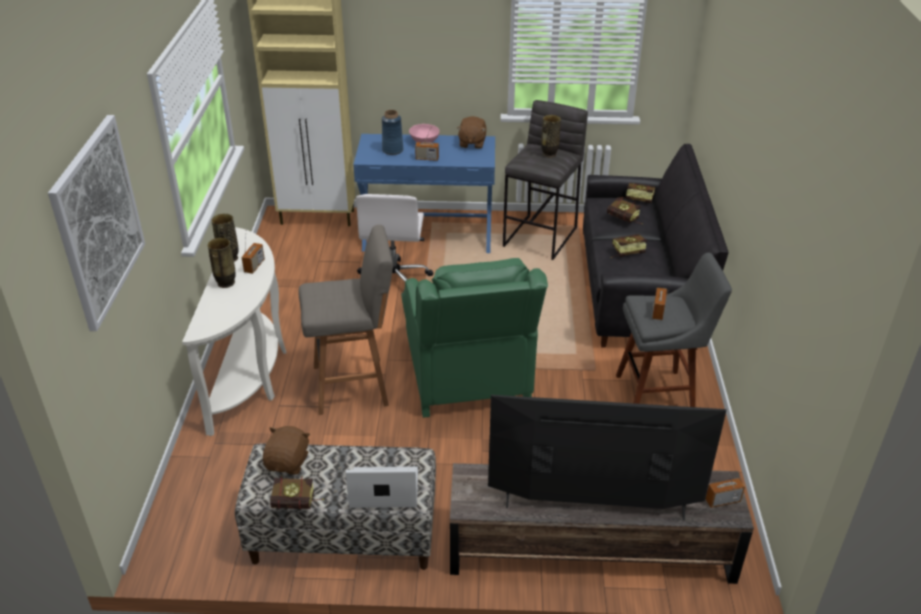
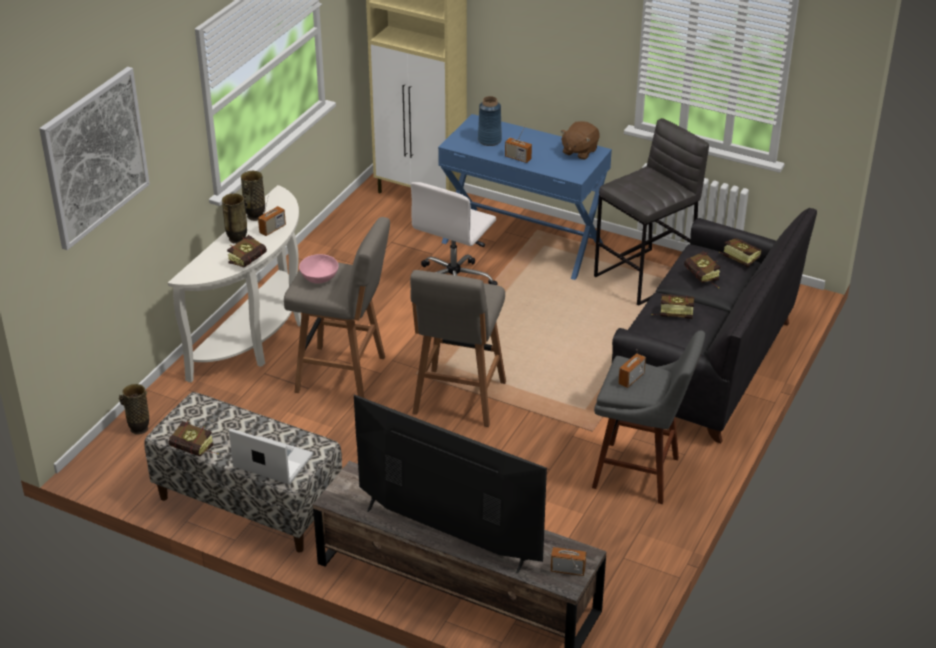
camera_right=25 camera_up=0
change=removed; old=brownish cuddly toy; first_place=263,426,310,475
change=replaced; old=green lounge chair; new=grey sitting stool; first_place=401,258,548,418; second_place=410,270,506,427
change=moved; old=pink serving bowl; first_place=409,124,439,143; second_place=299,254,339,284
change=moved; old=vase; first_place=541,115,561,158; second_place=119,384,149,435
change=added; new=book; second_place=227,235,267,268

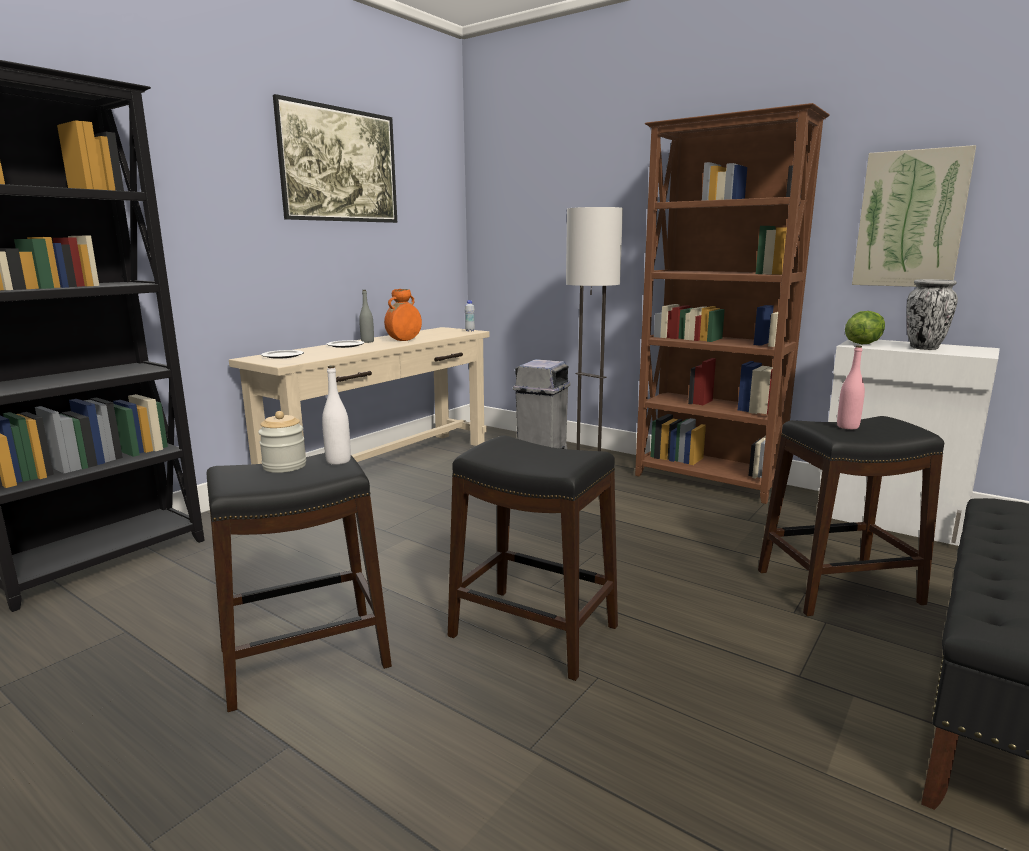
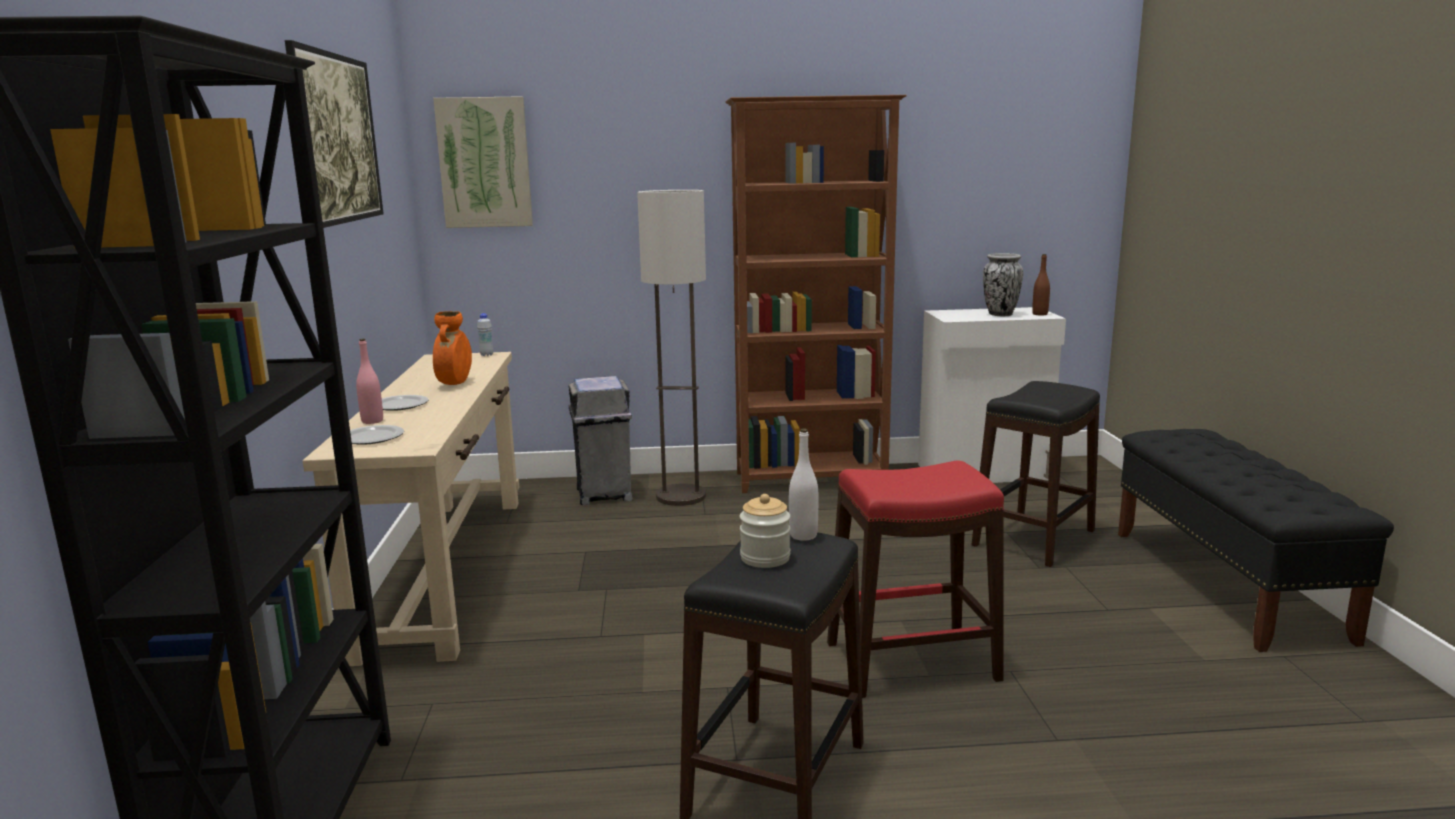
camera_right=-40 camera_up=0
change=removed; old=grey bottle; first_place=359,290,374,343
change=recoloured; old=black sitting stool; new=red-coloured sitting stool; first_place=448,436,618,681; second_place=827,460,1004,698
change=moved; old=pink bottle; first_place=837,345,865,429; second_place=356,339,383,424
change=removed; old=lettuce; first_place=845,311,885,344
change=moved; old=wall art; first_place=852,145,976,287; second_place=433,96,533,228
change=added; new=brownish bottle; second_place=1032,254,1050,315

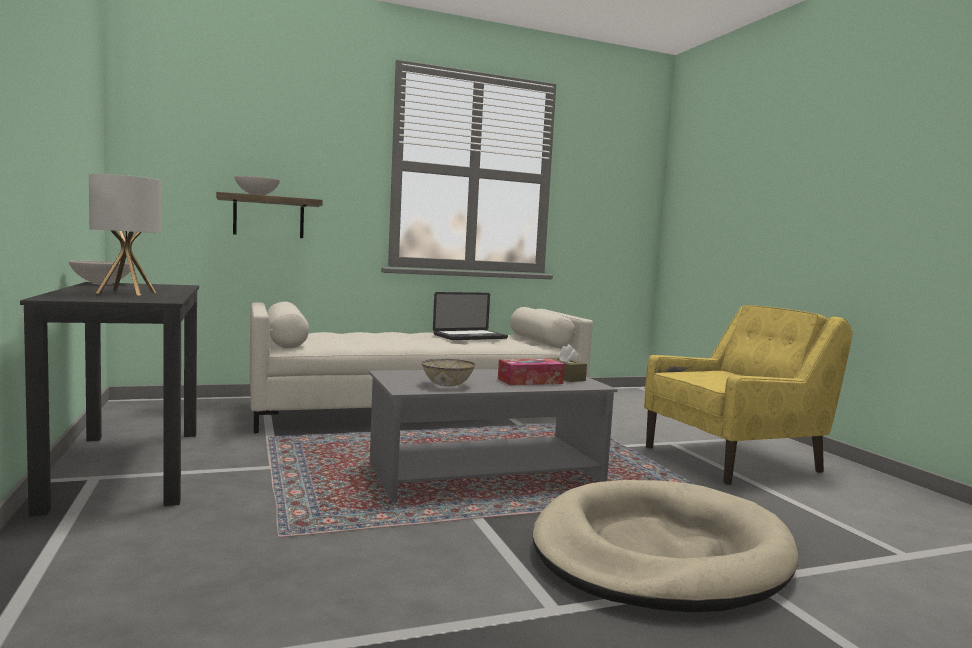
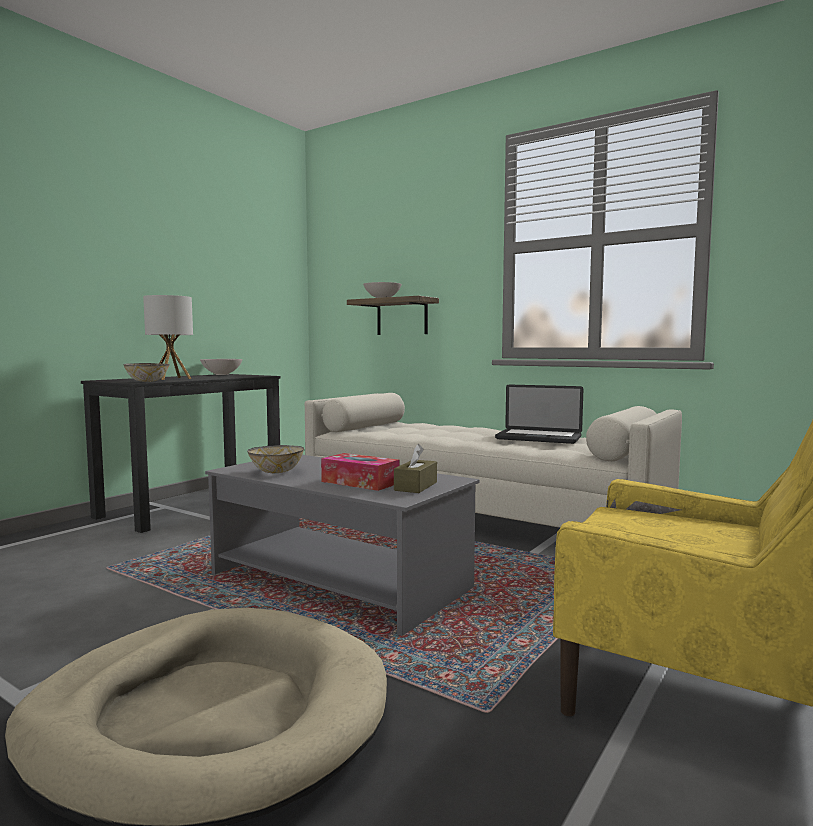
camera_right=55 camera_up=0
change=added; new=serving bowl; second_place=123,363,170,382

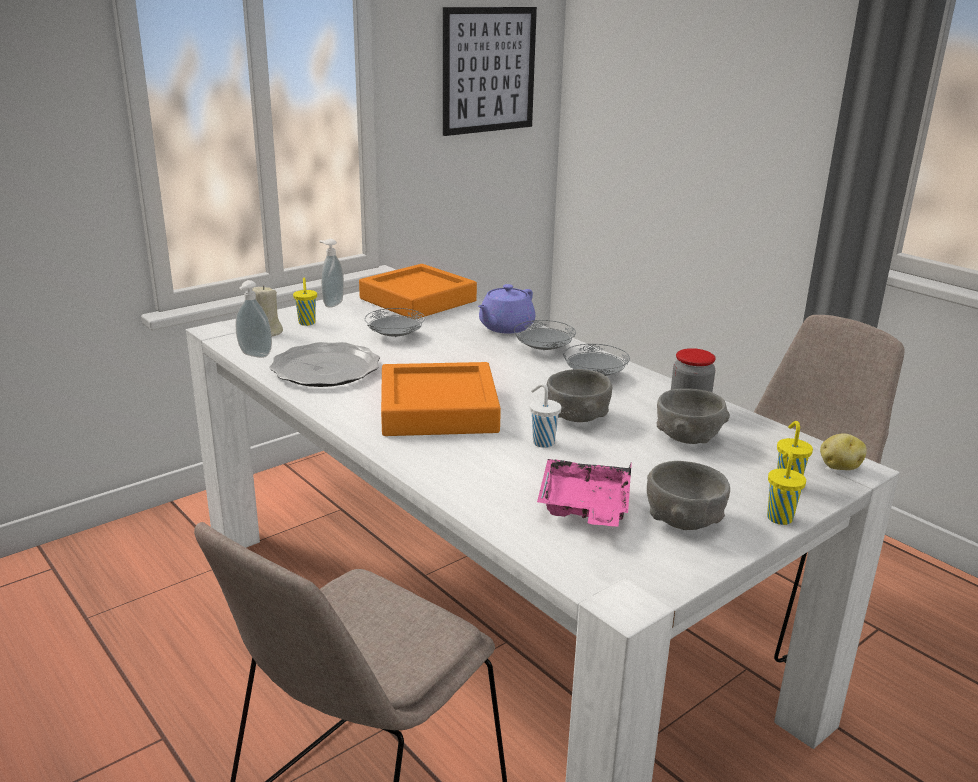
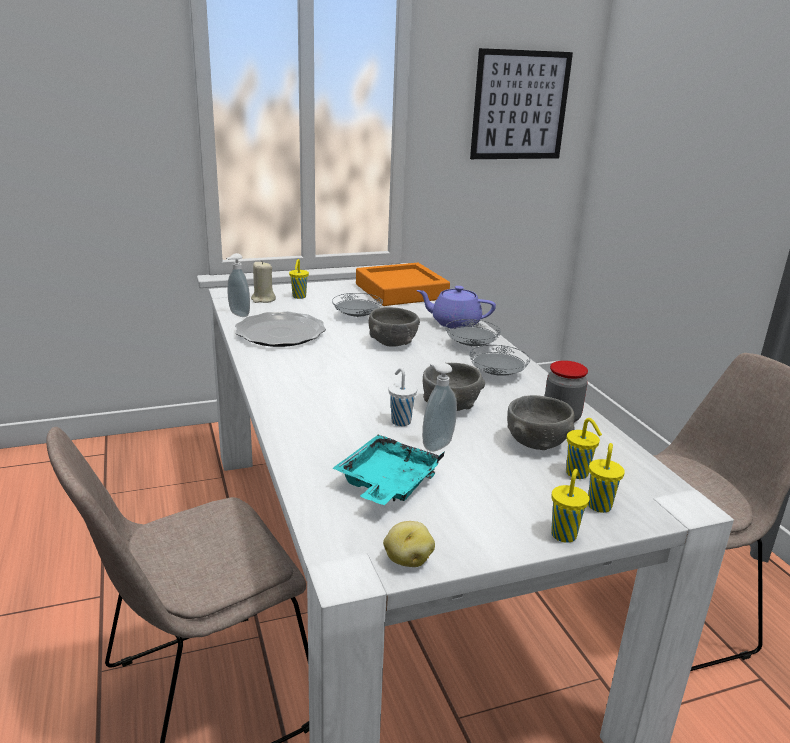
camera_right=20 camera_up=0
change=moved; old=soap dispenser; first_place=319,239,344,308; second_place=422,362,457,452
change=removed; old=orange carrying tray; first_place=381,362,501,436
change=turned; old=purplish tea pot; first_place=478,284,535,334; second_place=416,286,496,329; degrees=45
change=recoloured; old=pink carrying tray; new=turquoise-coloured carrying tray; first_place=537,459,632,526; second_place=332,434,444,505
change=moved; old=grey serving bowl; first_place=647,461,730,530; second_place=369,307,420,347
change=moved; old=whole potato; first_place=820,433,867,470; second_place=383,521,435,567
change=added; new=yellow cup; second_place=566,418,602,479

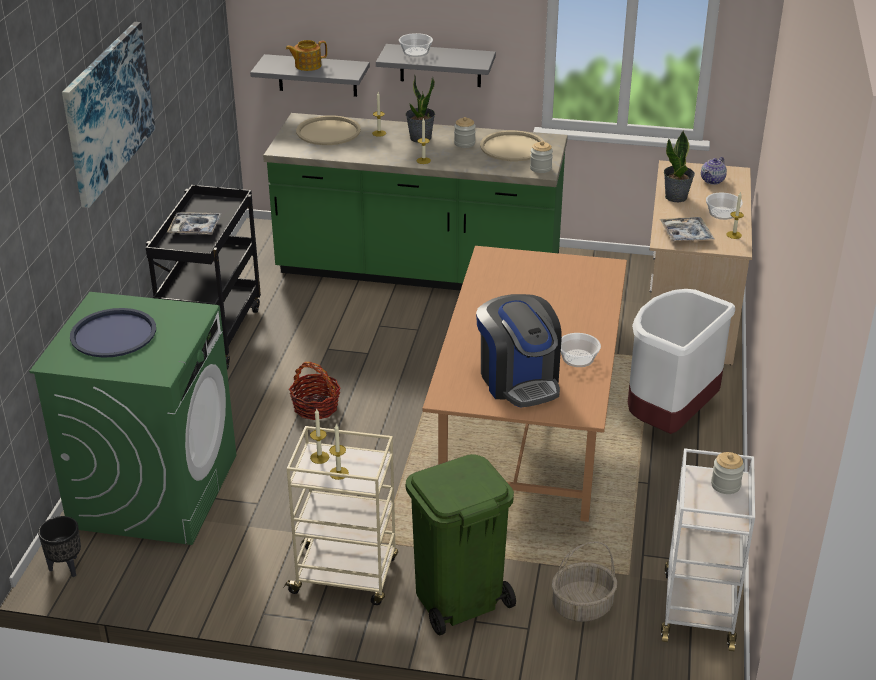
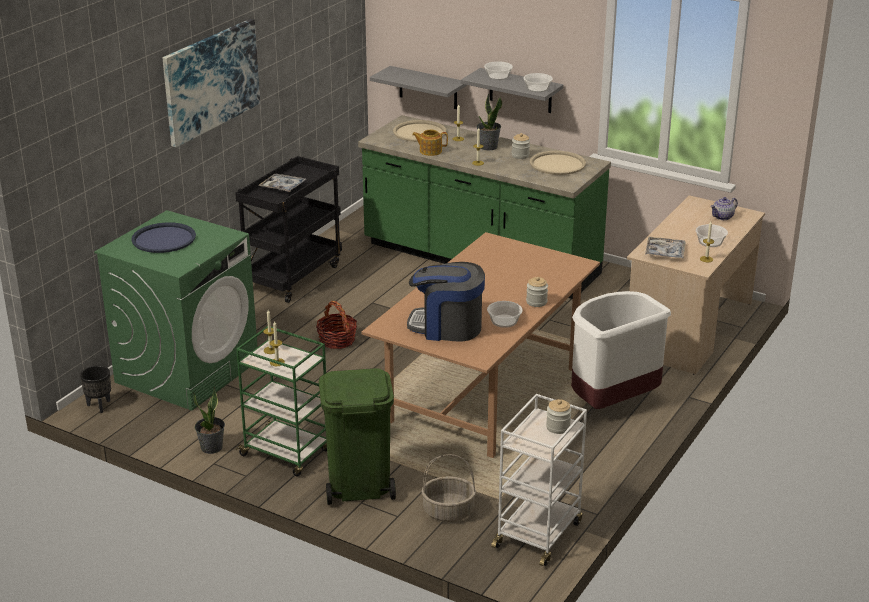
camera_right=20 camera_up=-5
change=recoloured; old=beige-coloured wheeled cart; new=green wheeled cart; first_place=284,426,398,605; second_place=236,326,327,477
change=moved; old=tea pot; first_place=286,40,327,71; second_place=412,130,448,156
change=turned; old=coffee brewer; first_place=476,294,562,408; second_place=407,262,485,341; degrees=105
change=moved; old=jar; first_place=530,141,553,173; second_place=526,277,548,307
change=moved; old=plant in a pot; first_place=664,130,695,202; second_place=193,386,225,454
change=added; new=serving bowl; second_place=523,73,553,92

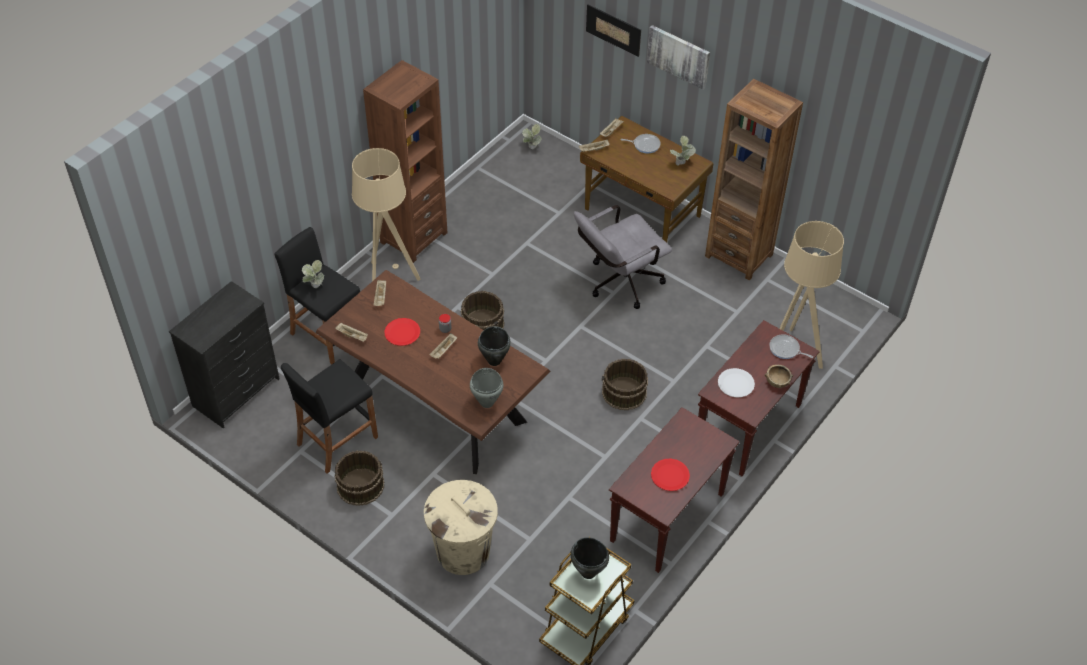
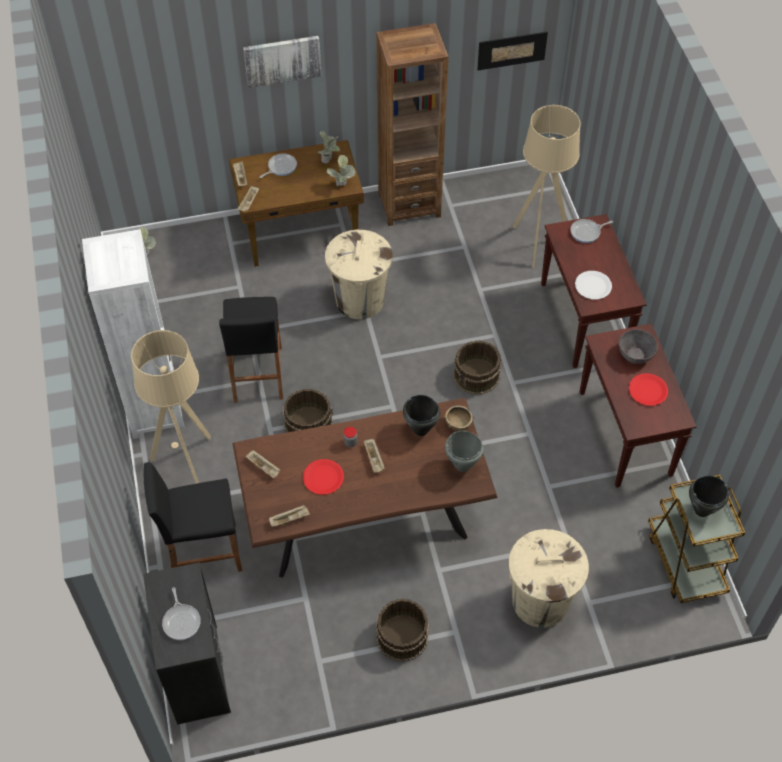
camera_right=-50 camera_up=5
change=moved; old=black sitting stool; first_place=281,359,378,473; second_place=219,297,283,403
change=moved; old=plant in a pot; first_place=302,260,324,288; second_place=327,155,356,186
change=recoloured; old=brownish shelving unit; new=white shelving unit; first_place=363,60,447,263; second_place=82,229,185,439
change=replaced; old=grey desk chair; new=beige-coloured waste bin; first_place=574,205,672,309; second_place=325,230,392,319
change=moved; old=wall art; first_place=586,4,641,57; second_place=477,32,548,70
change=moved; old=brownish serving bowl; first_place=765,365,793,388; second_place=443,405,474,431
change=added; new=skillet; second_place=162,587,201,640
change=added; new=grey serving bowl; second_place=619,329,658,364

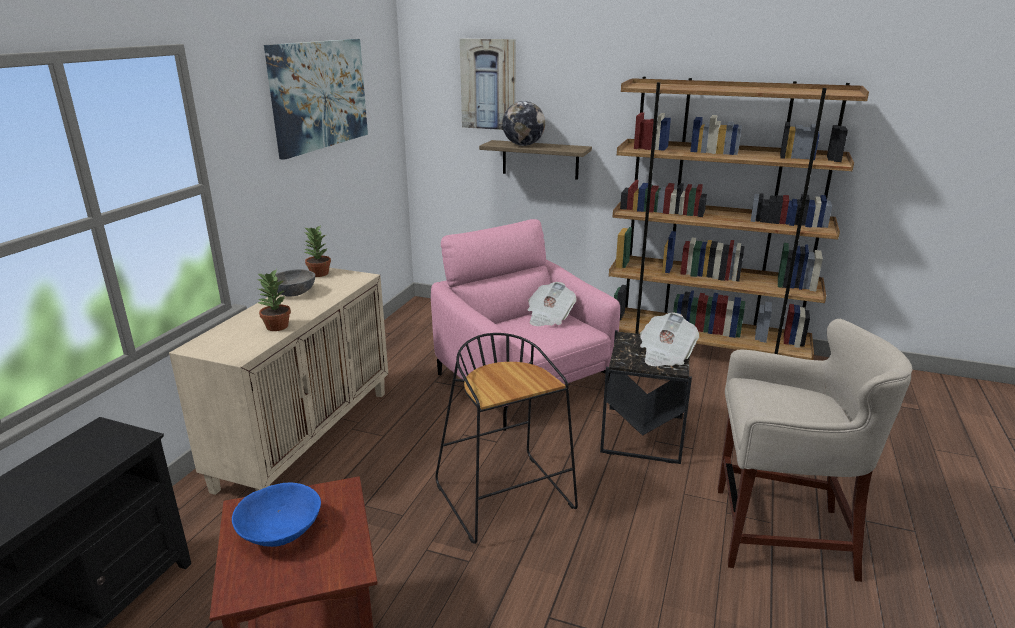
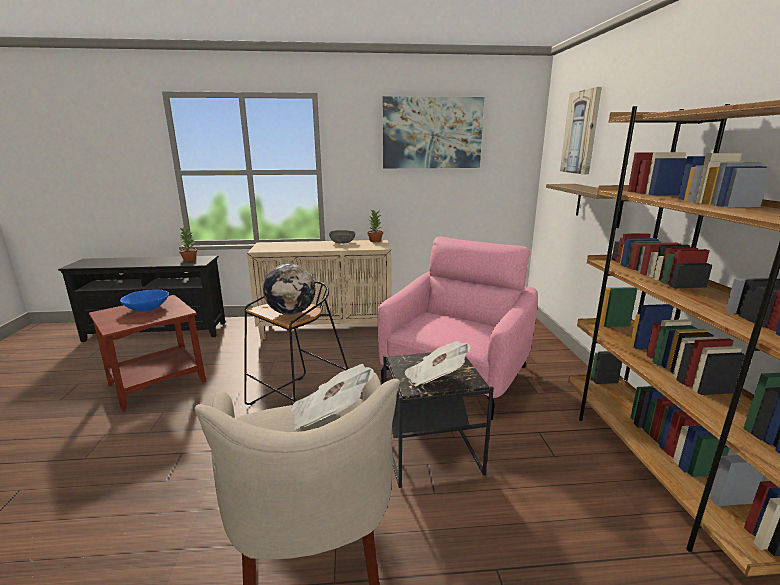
camera_right=65 camera_up=-5
change=moved; old=plant in a pot; first_place=257,269,291,331; second_place=179,228,197,261
change=moved; old=desk globe; first_place=502,101,545,146; second_place=263,264,315,315
change=moved; old=printed paper; first_place=528,282,577,326; second_place=291,364,374,430

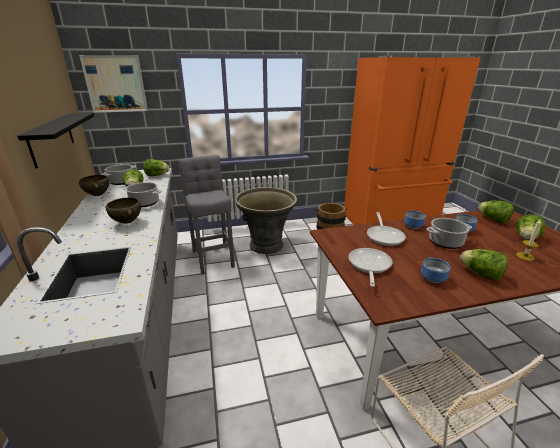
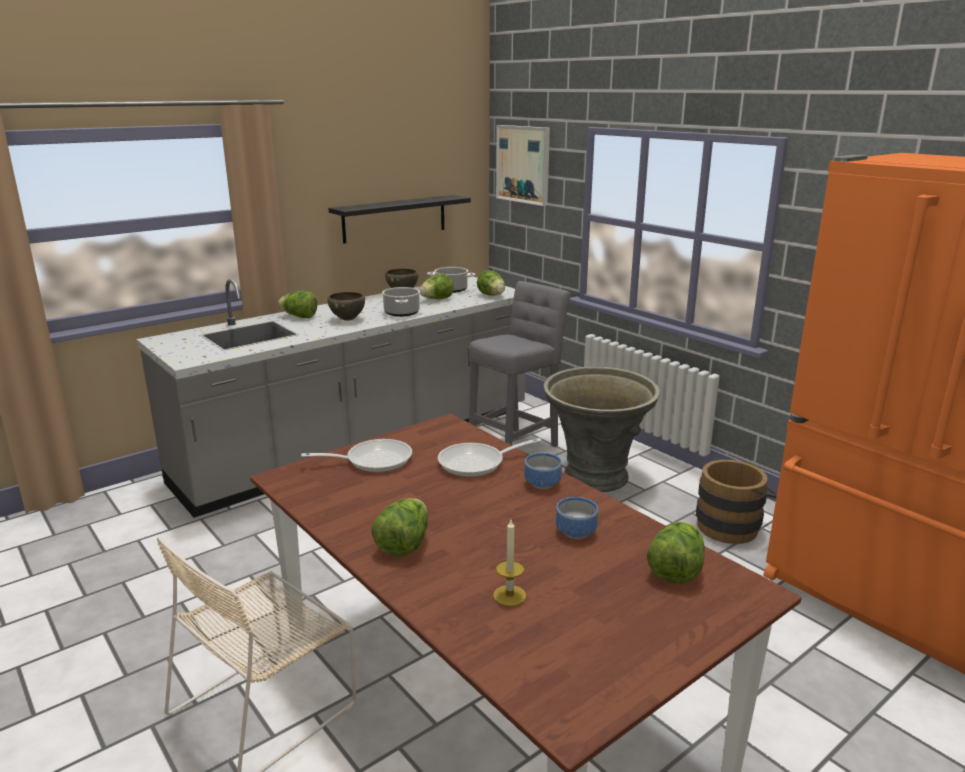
camera_right=65 camera_up=-5
change=removed; old=serving bowl; first_place=421,258,450,283
change=removed; old=cooking pot; first_place=426,218,472,249
change=moved; old=lettuce; first_place=516,214,546,240; second_place=278,290,317,318

